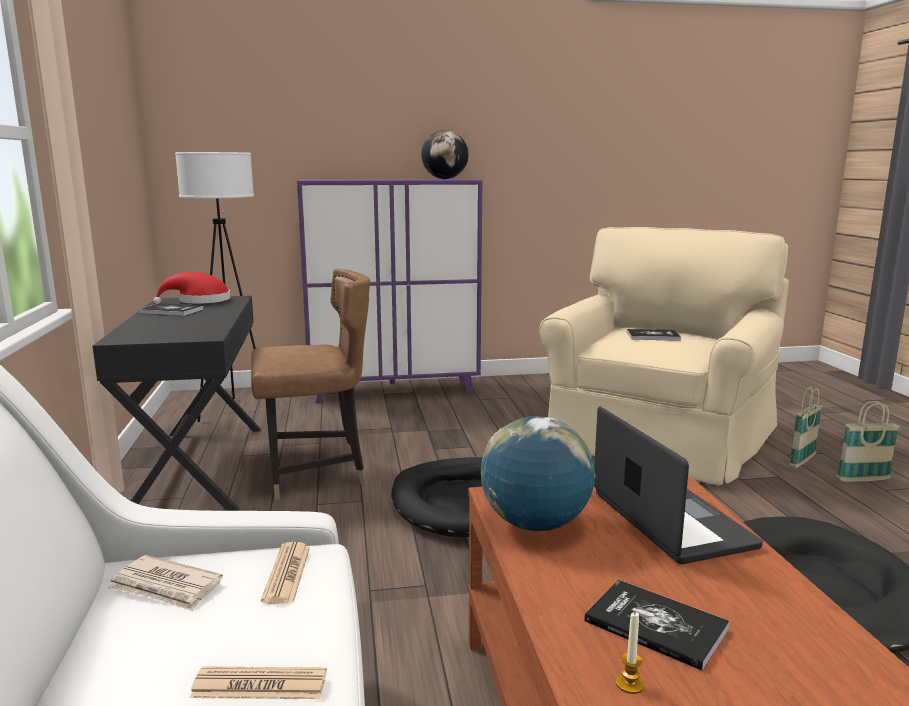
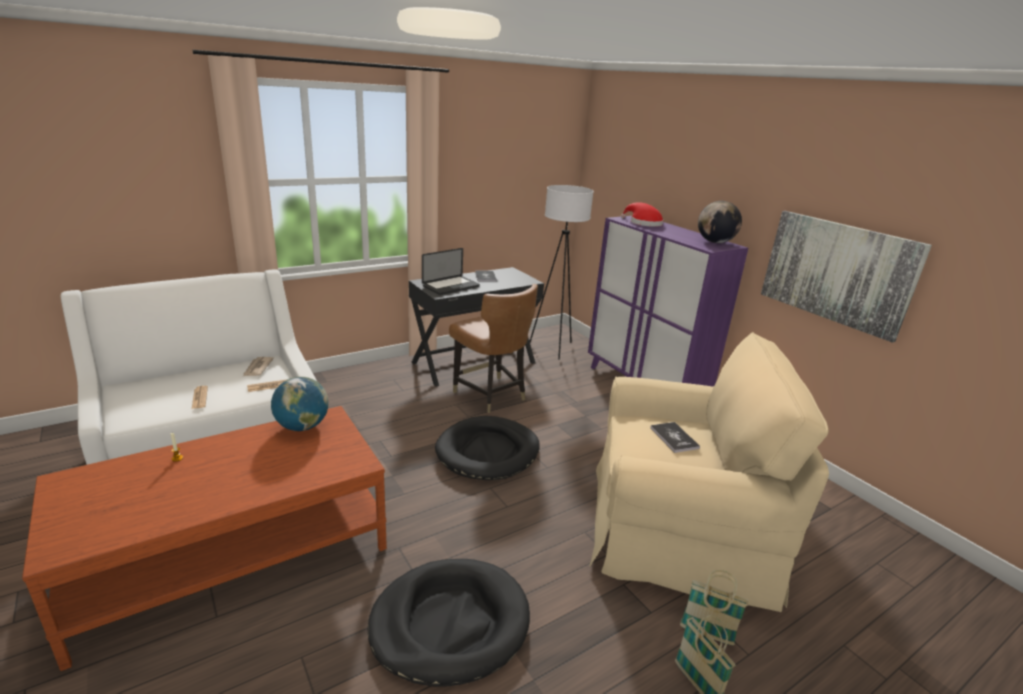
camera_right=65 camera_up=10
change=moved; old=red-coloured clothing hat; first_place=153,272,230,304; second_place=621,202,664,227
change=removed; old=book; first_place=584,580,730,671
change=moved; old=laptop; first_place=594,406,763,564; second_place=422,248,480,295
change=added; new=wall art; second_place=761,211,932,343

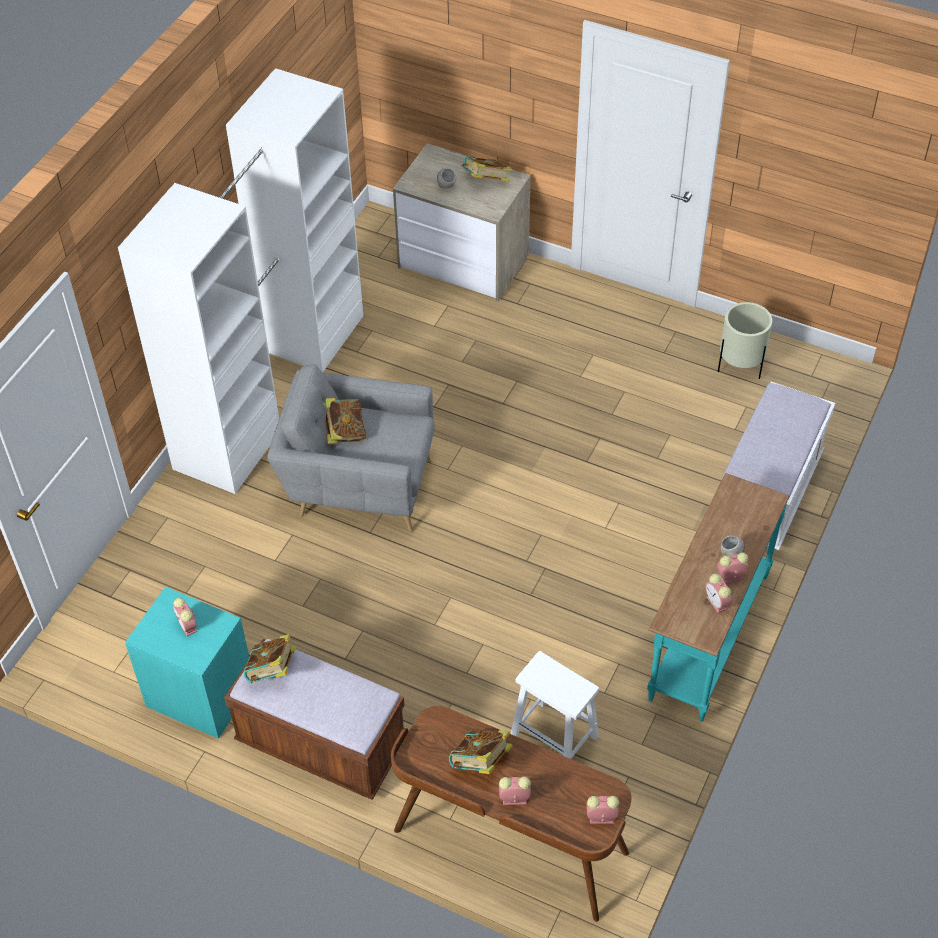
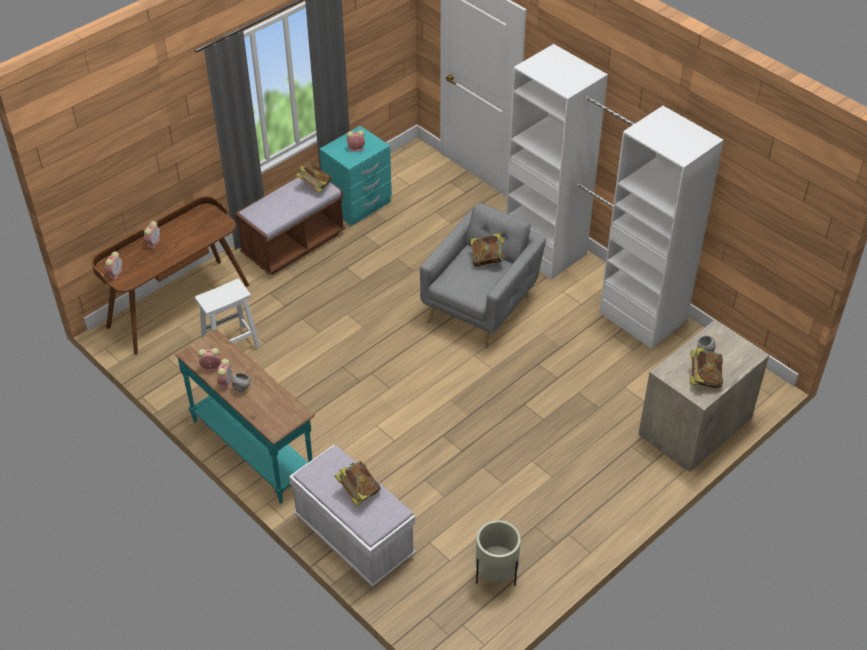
camera_right=110 camera_up=-5
change=moved; old=book; first_place=449,729,513,774; second_place=335,461,381,506

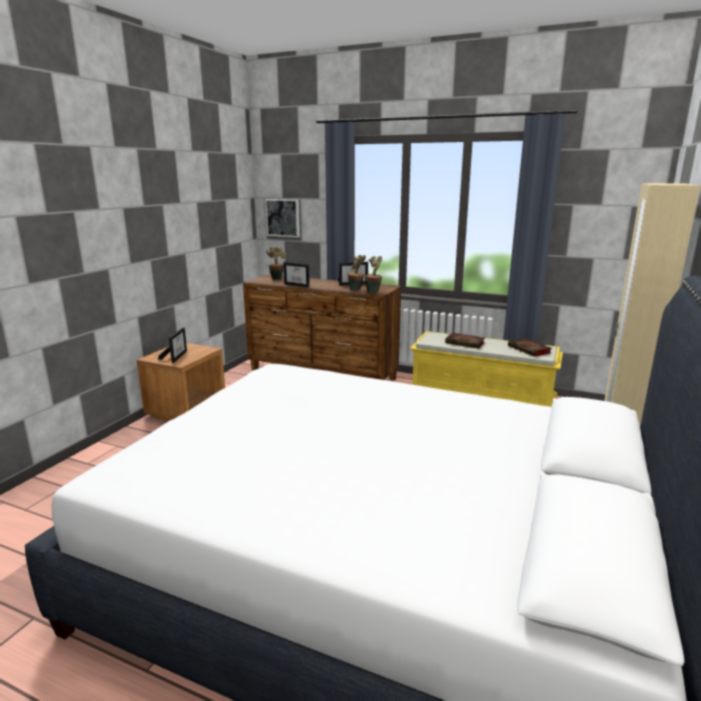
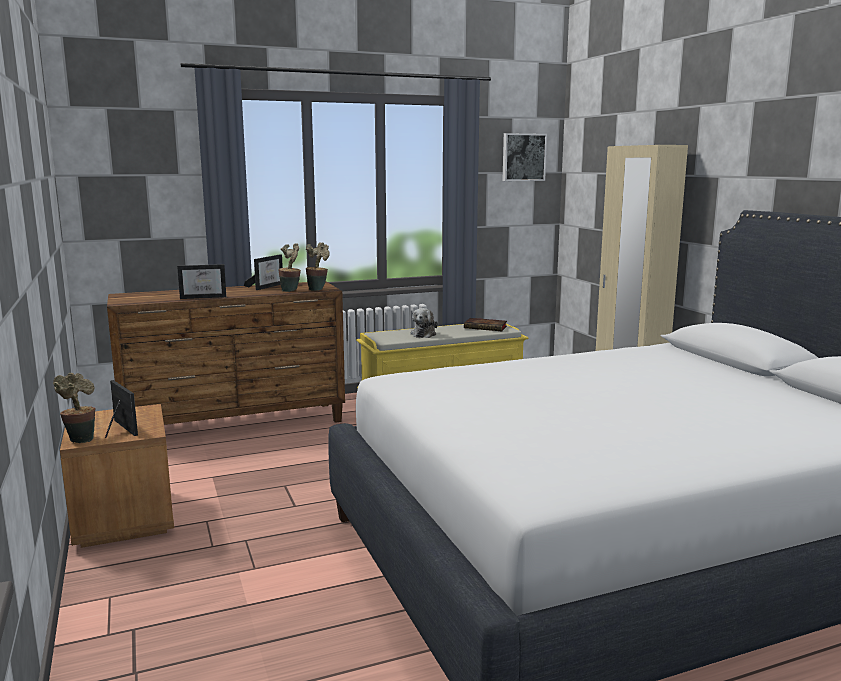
camera_right=-45 camera_up=-5
change=moved; old=wall art; first_place=265,199,300,237; second_place=502,133,547,181
change=moved; old=plant in a pot; first_place=266,247,286,280; second_place=53,373,95,443
change=replaced; old=book; new=cuddly toy; first_place=445,333,485,349; second_place=411,308,438,338

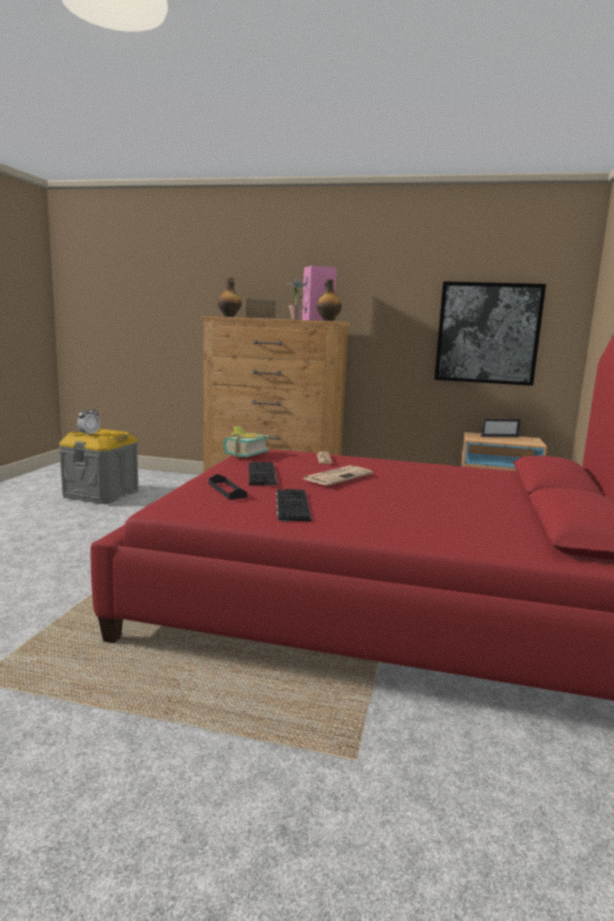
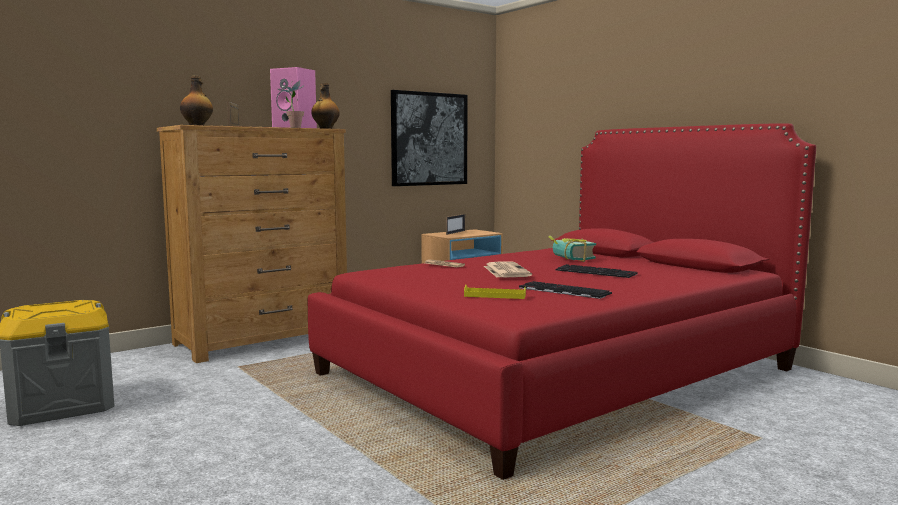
camera_right=-50 camera_up=-5
change=removed; old=table clock; first_place=77,406,100,436
change=recoloured; old=black carrying tray; new=yellow carrying tray; first_place=209,474,247,500; second_place=464,284,526,299
change=moved; old=book; first_place=223,426,270,458; second_place=548,235,596,262
change=moved; old=PC keyboard; first_place=249,462,277,486; second_place=556,264,638,278

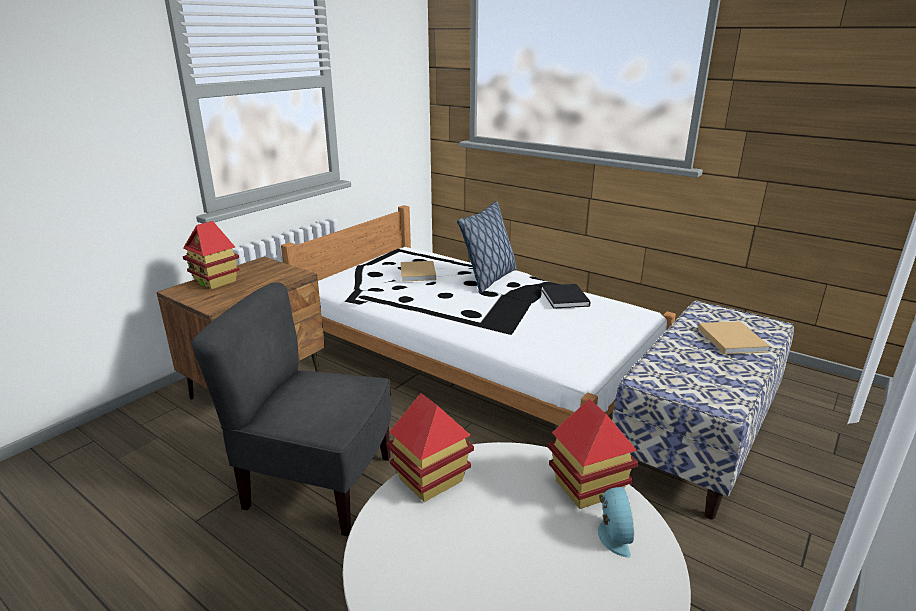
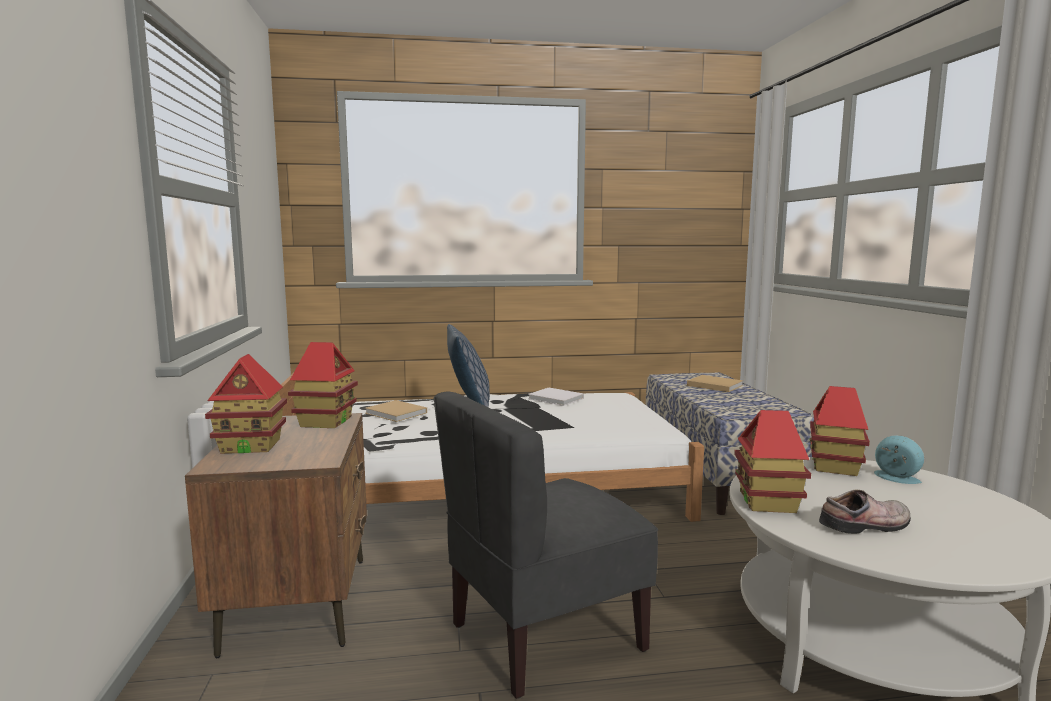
camera_right=-45 camera_up=-15
change=recoloured; old=black book; new=white book; first_place=542,284,591,309; second_place=528,388,584,406
change=added; new=toy house; second_place=288,342,358,428
change=added; new=low shoe; second_place=819,490,911,534

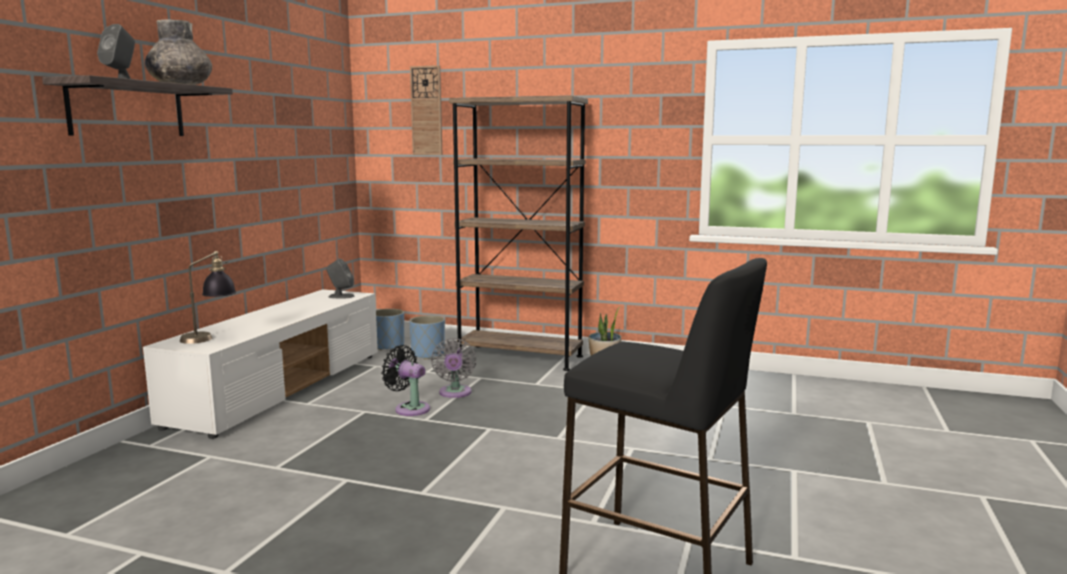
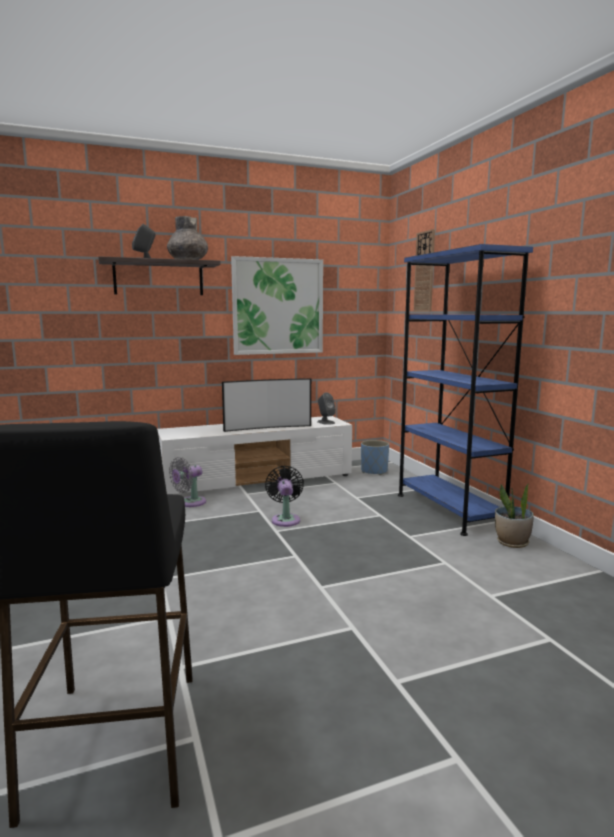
camera_right=50 camera_up=0
change=removed; old=lamp for a table; first_place=180,251,236,344
change=removed; old=blue plant pot; first_place=409,316,445,360
change=moved; old=grey fan; first_place=431,338,476,398; second_place=169,457,206,507
change=recoloured; old=brownish shelving unit; new=blue shelving unit; first_place=449,96,588,371; second_place=398,244,533,536
change=added; new=television; second_place=222,378,311,432
change=added; new=wall art; second_place=231,256,323,355

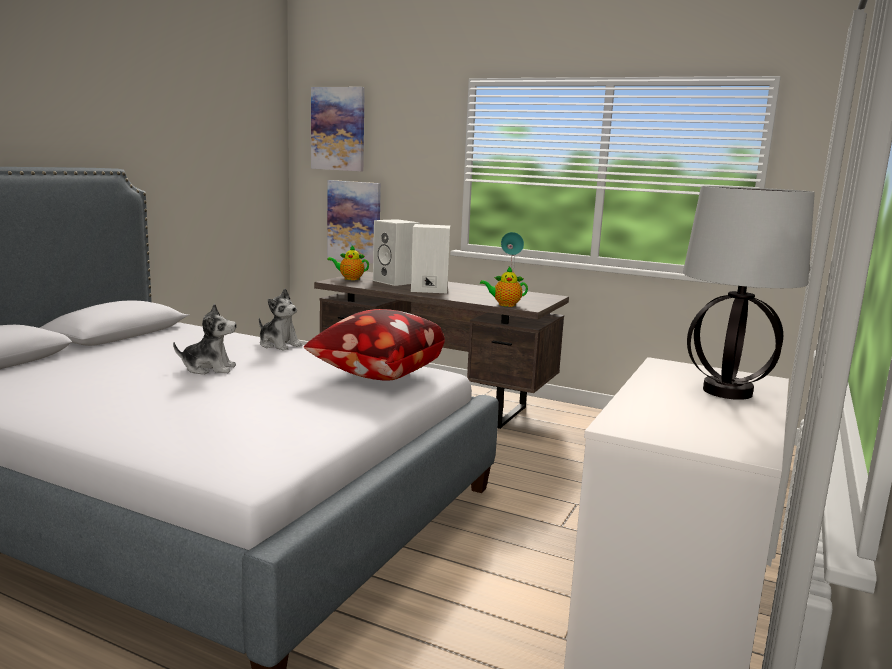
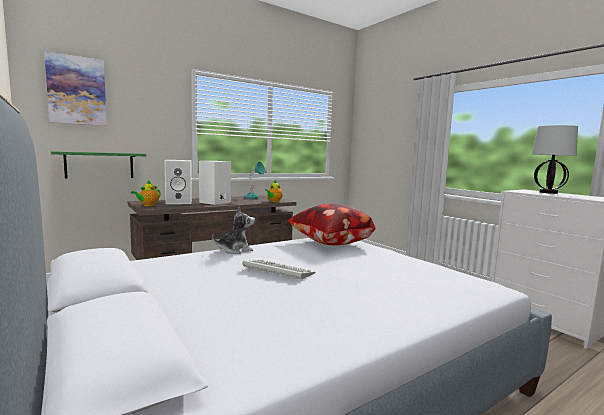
camera_right=-60 camera_up=-5
change=replaced; old=cuddly toy; new=PC keyboard; first_place=173,304,237,375; second_place=243,260,315,281
change=replaced; old=wall art; new=green bracket shelf; first_place=327,180,381,263; second_place=51,151,146,178

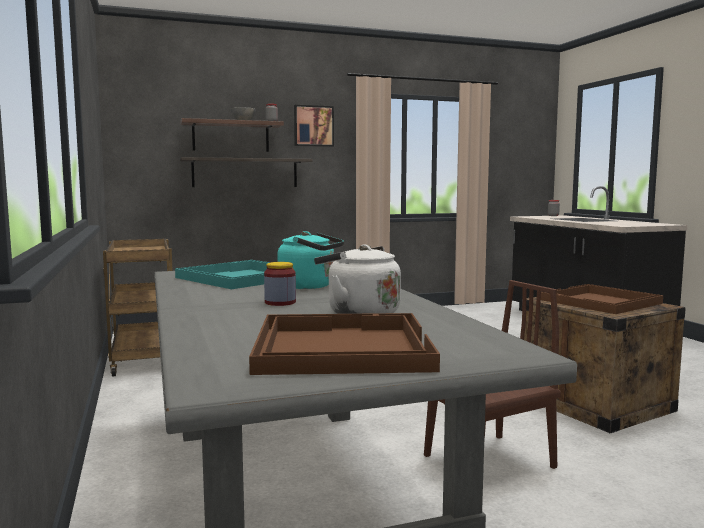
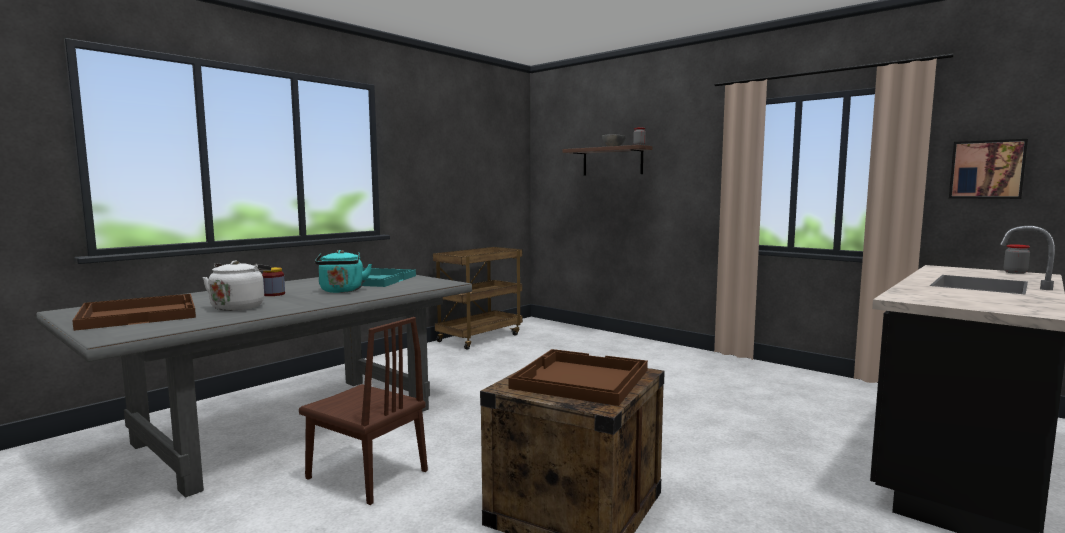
camera_right=60 camera_up=0
change=removed; old=bracket shelf; first_place=180,157,312,187
change=moved; old=wall art; first_place=294,105,334,147; second_place=949,139,1028,199

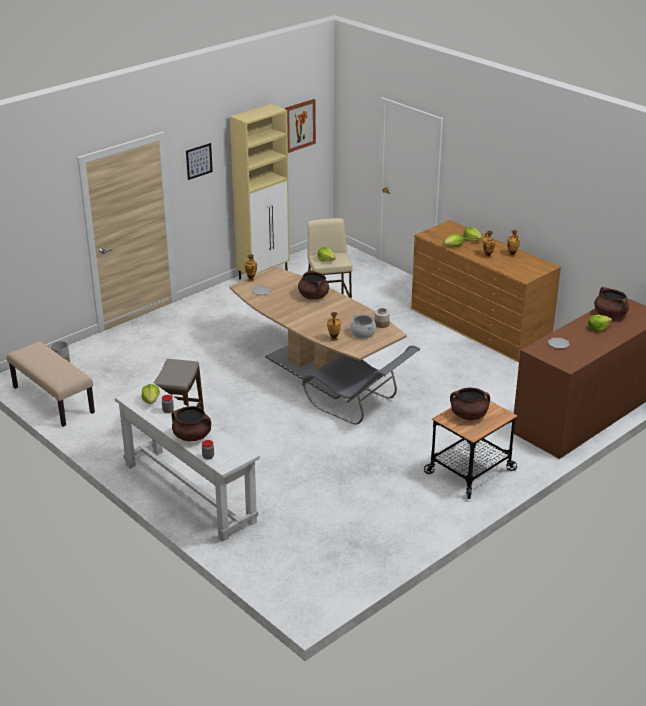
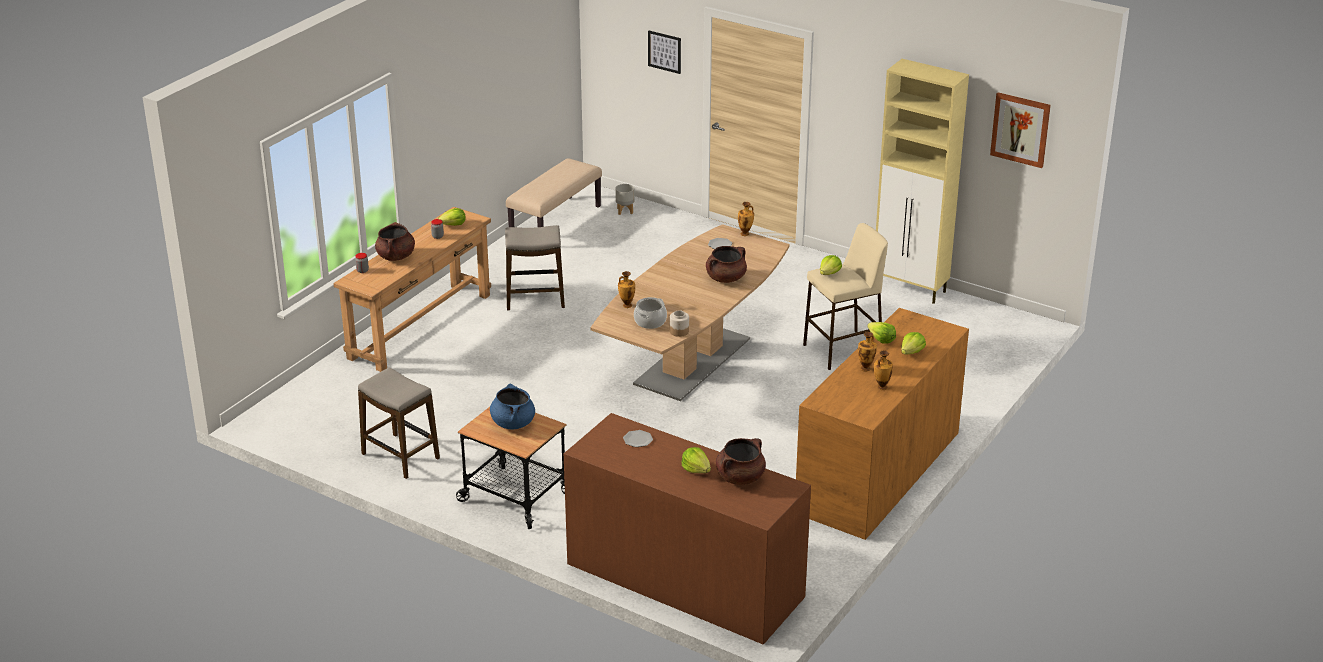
camera_right=75 camera_up=0
change=recoloured; old=white hall table; new=brownish hall table; first_place=115,382,260,541; second_place=333,207,491,372
change=moved; old=wall art; first_place=186,143,213,180; second_place=648,31,681,74
change=removed; old=grey plain chair; first_place=302,345,420,424
change=recoloured; old=brownish cooking pot; new=blue cooking pot; first_place=450,388,490,420; second_place=490,384,535,429
change=added; new=sitting stool; second_place=358,368,440,479

